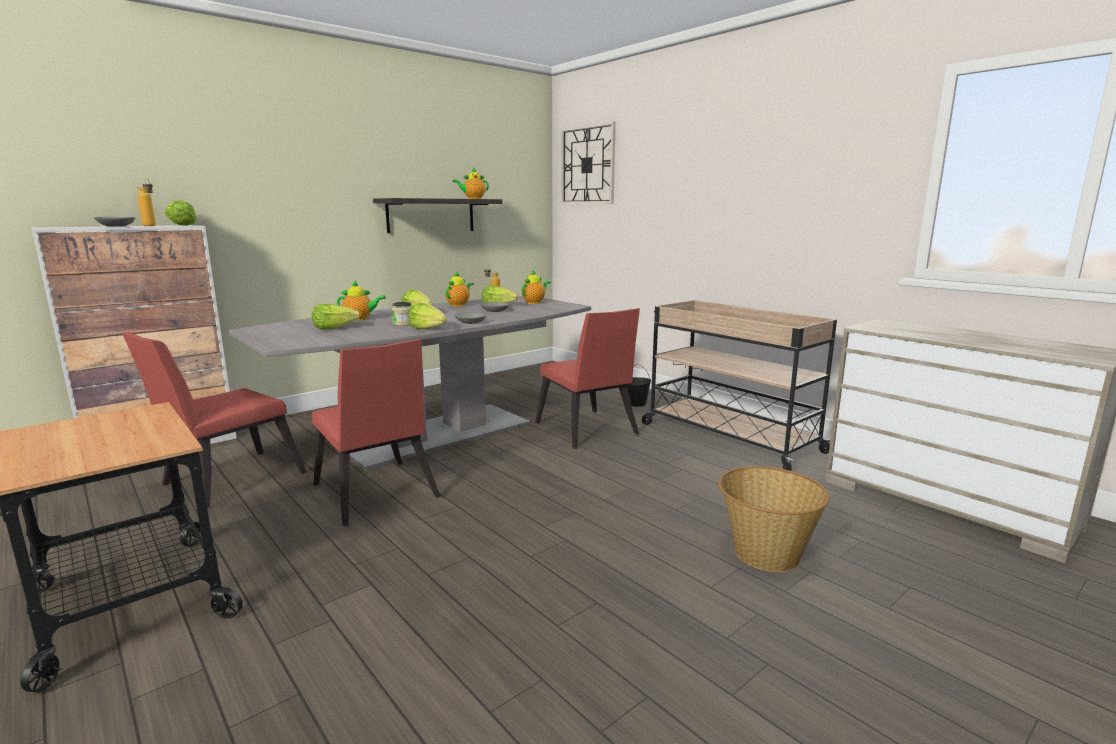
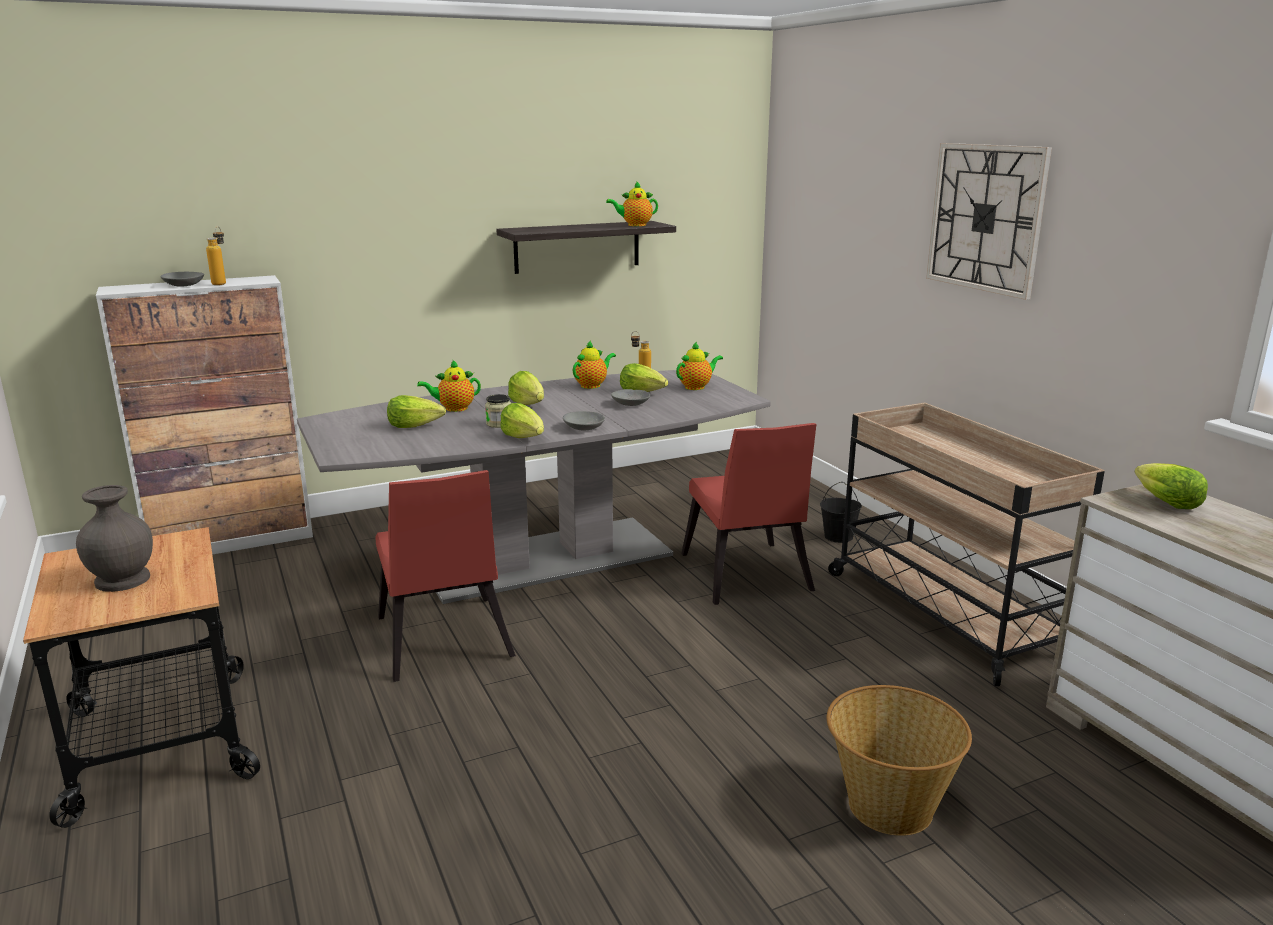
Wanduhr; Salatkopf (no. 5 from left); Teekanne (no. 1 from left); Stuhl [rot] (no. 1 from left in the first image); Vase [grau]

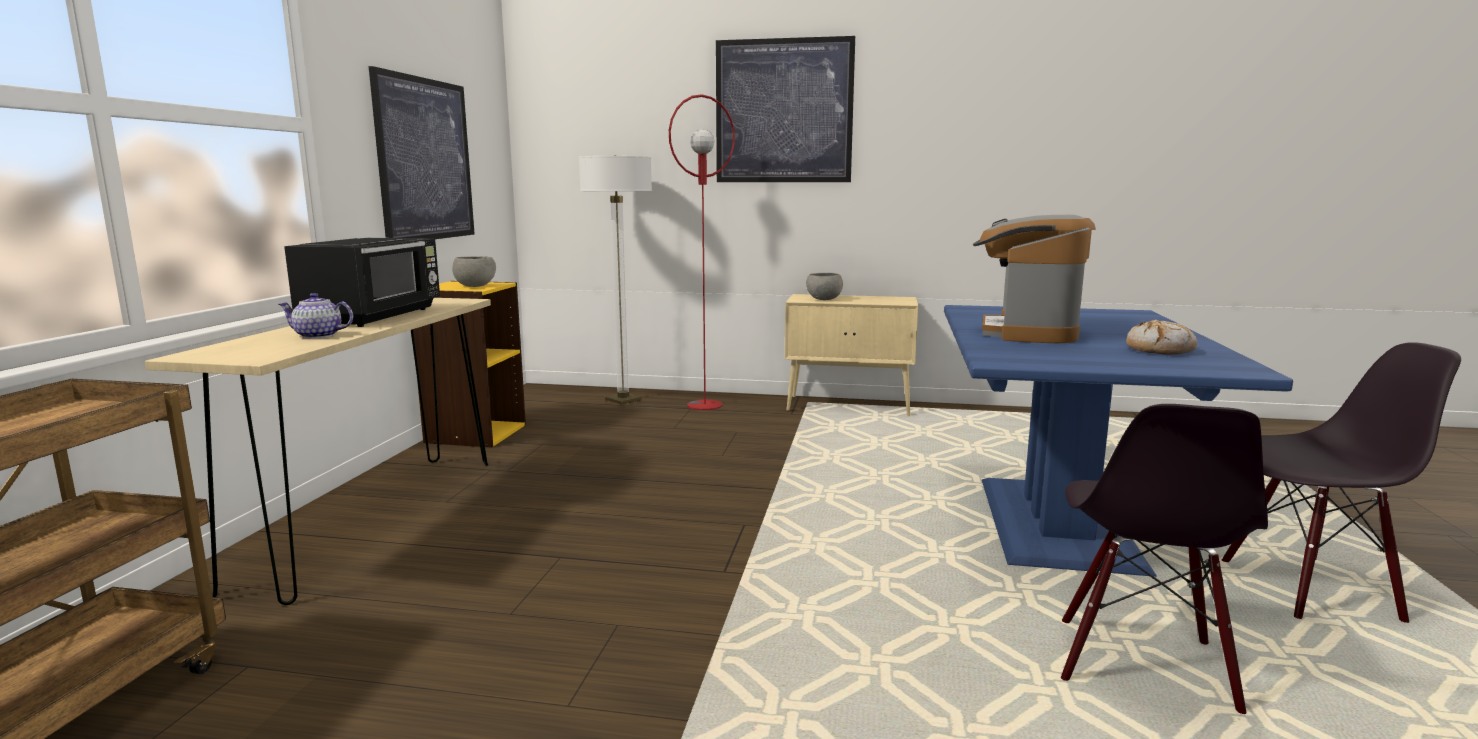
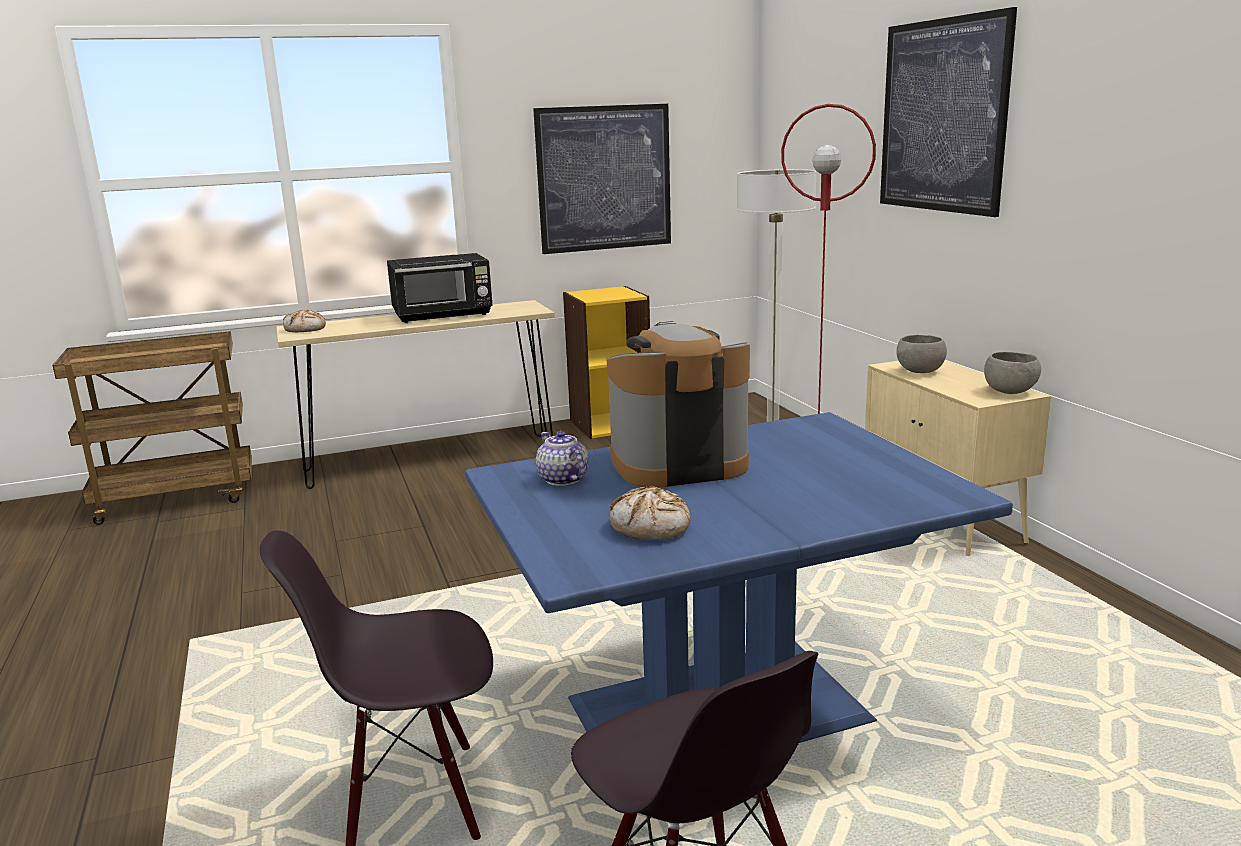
Schüssel [grau] (no. 2 from left); Teekanne; Brot (no. 1 from left)

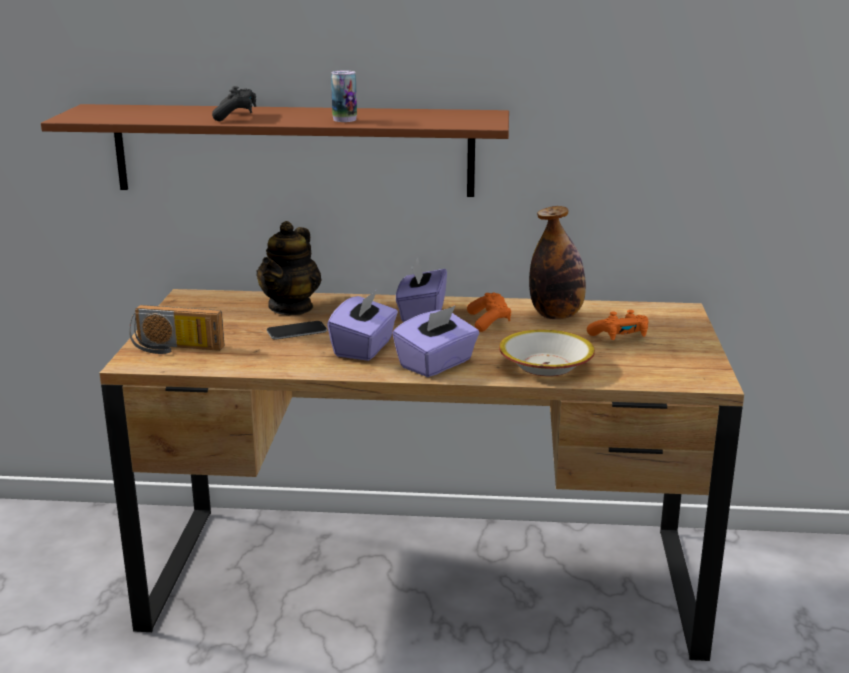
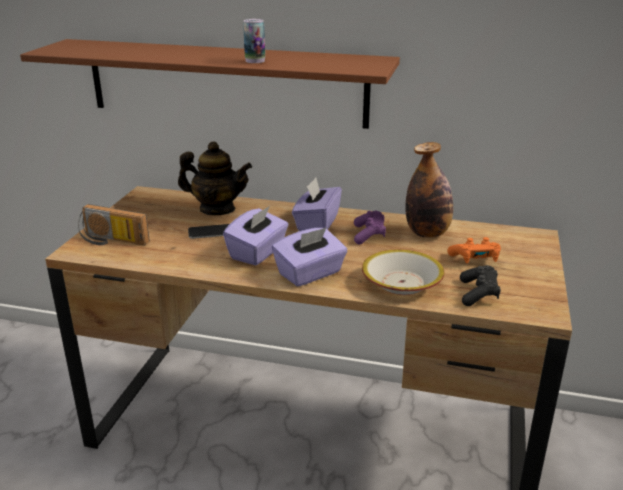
Gamepad [schwarz]; Teekanne; Gamepad [lila]

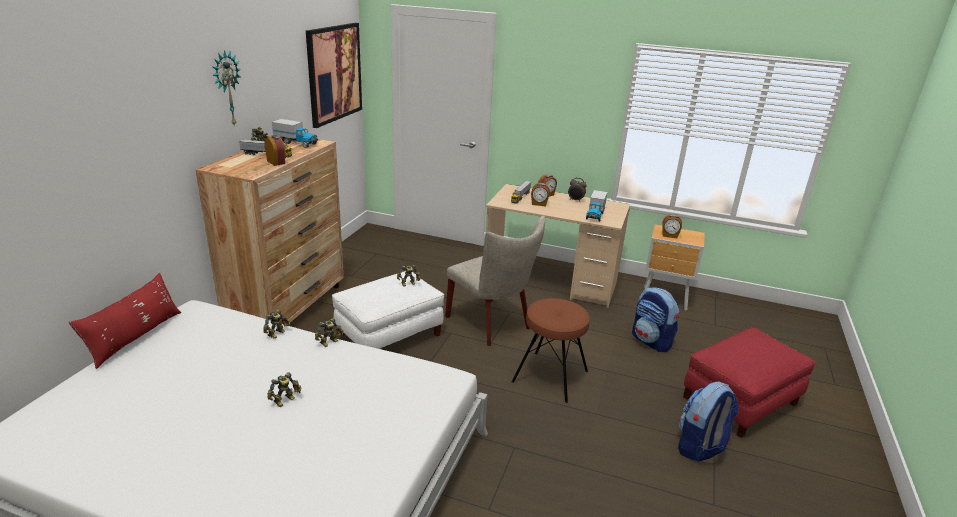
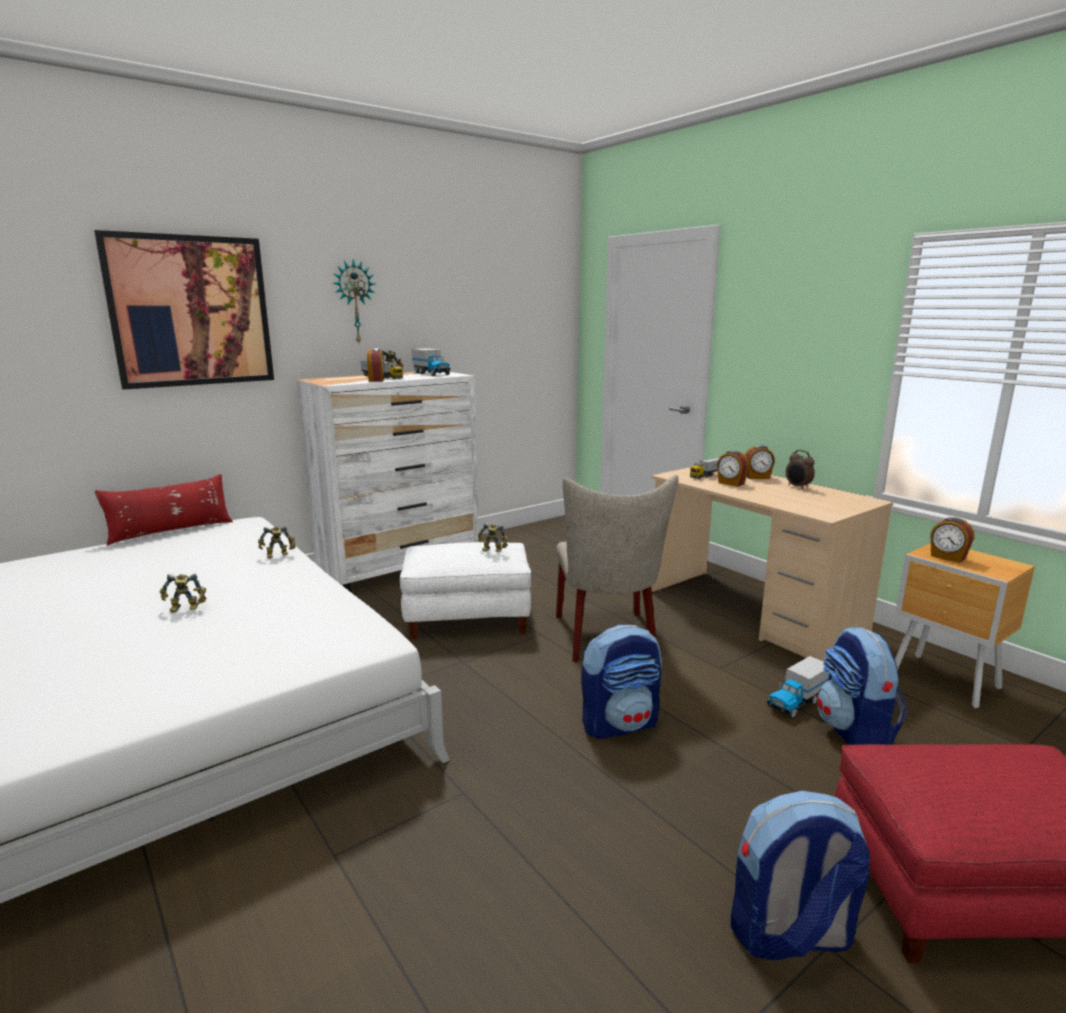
Bild; Kommode [weiß]; Spielzeuglaster (no. 4 from left); Rucksack (no. 1 from left); Spielzeugroboter (no. 4 from left in the first image)

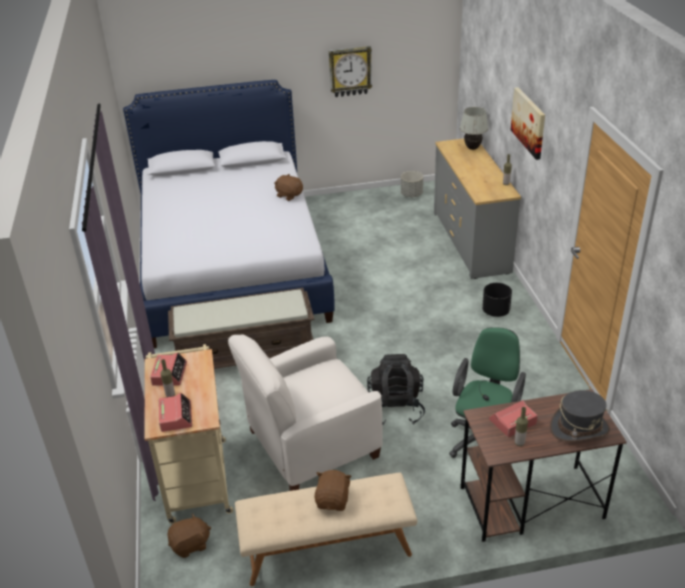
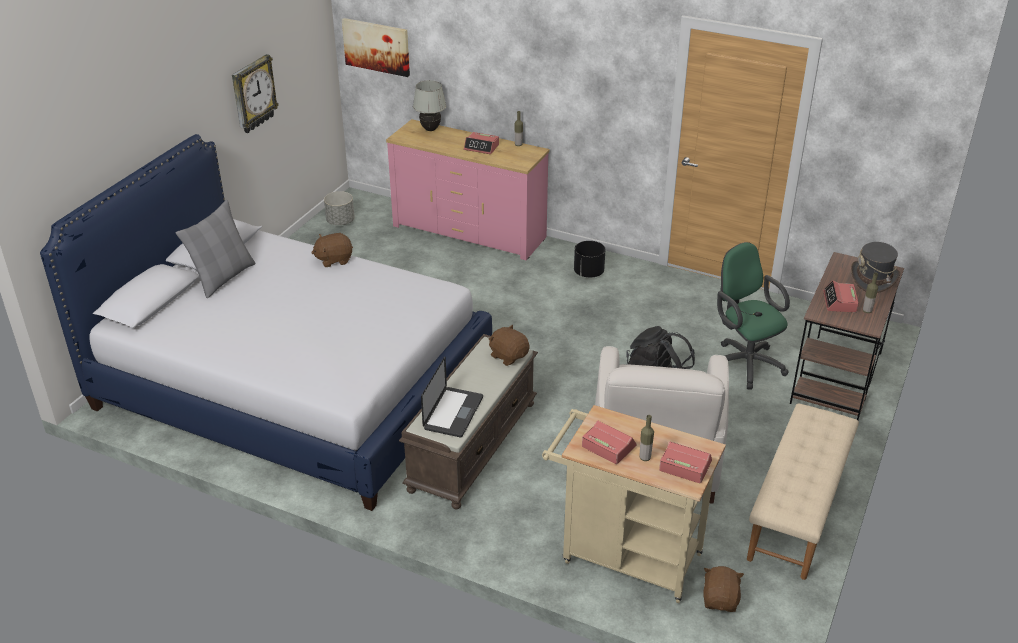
Bild; Kommode [rosa]; Plüschtier [braun] (no. 2 from left); Wecker (no. 1 from left); Kissen [grau]; Laptop

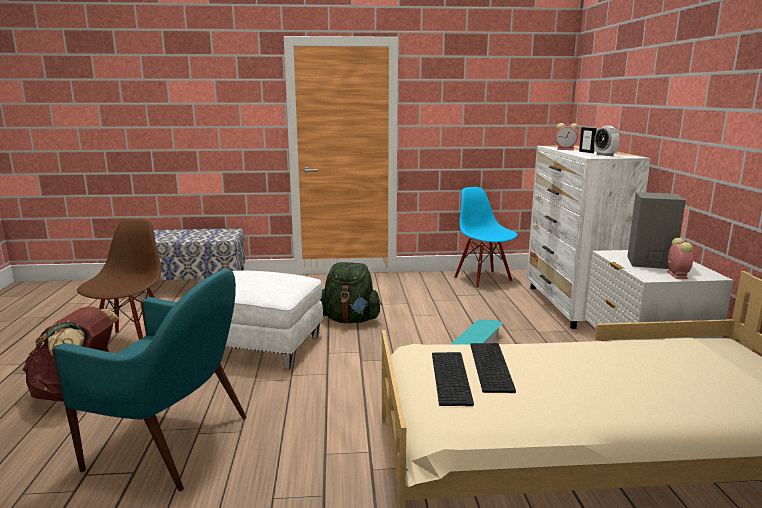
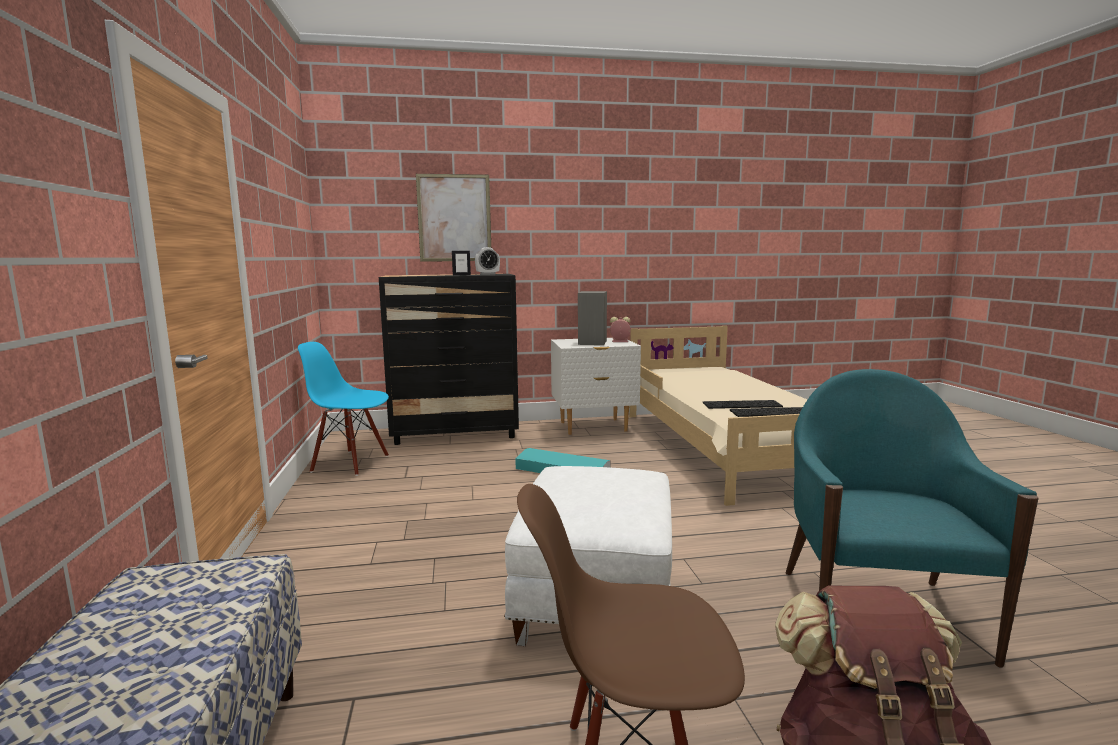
Wecker (no. 1 from left in the first image); Kommode [schwarz]; Stuhl [blau]; Rucksack [grün]; Bild

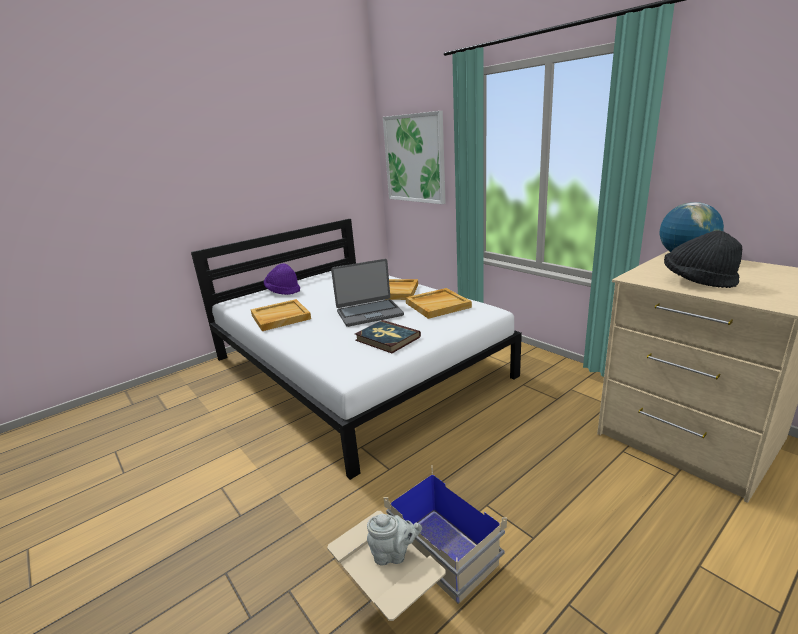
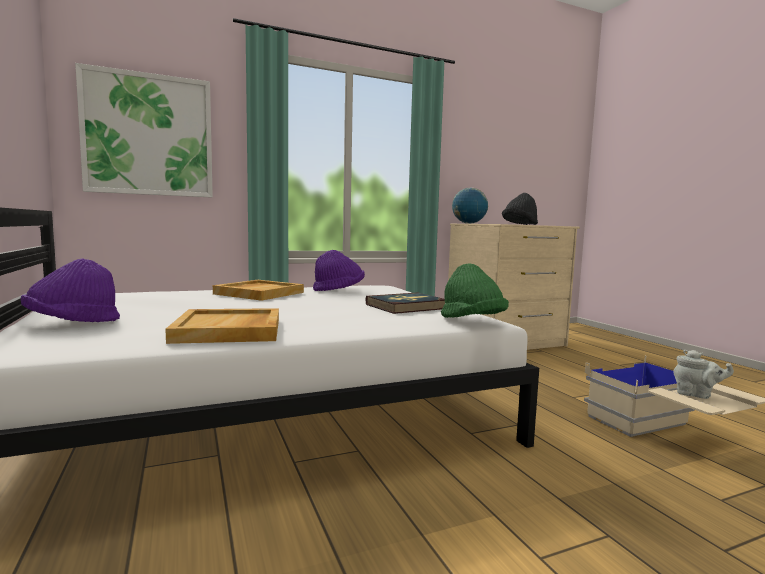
Laptop; Hut [lila] (no. 2 from left); Teekanne [grau]; Hut [grün]

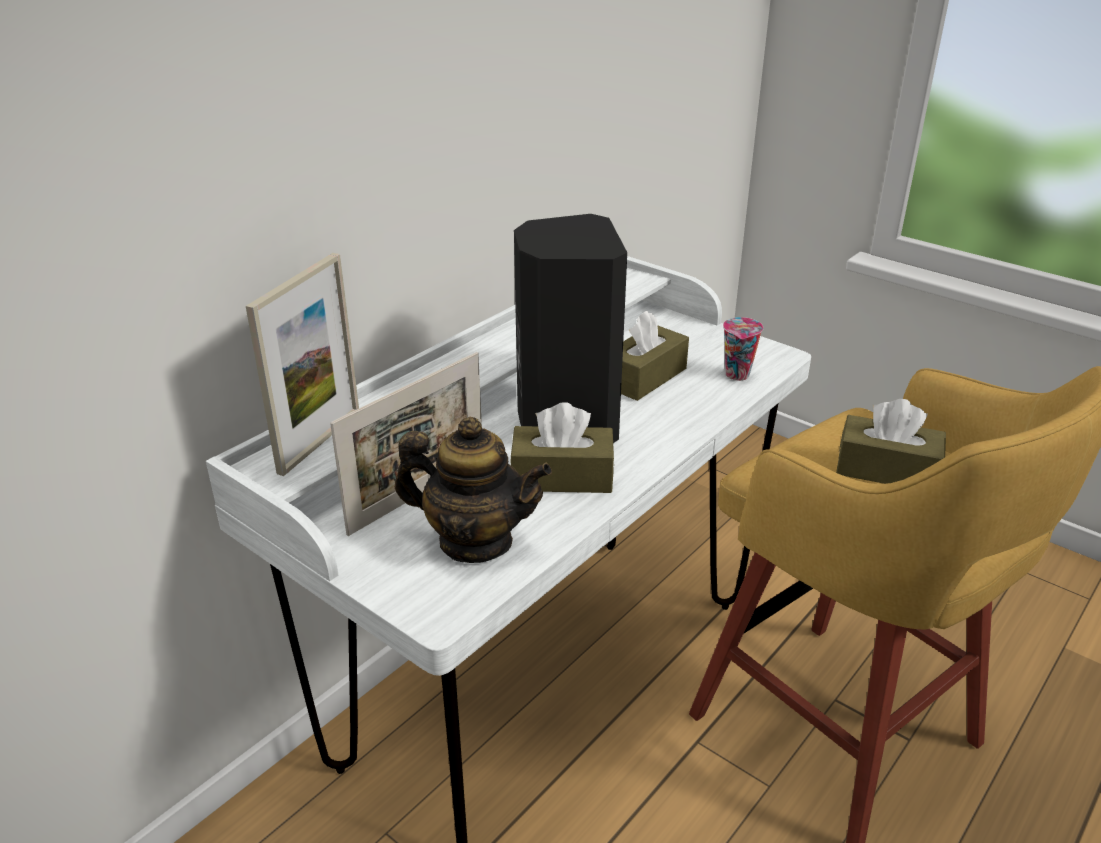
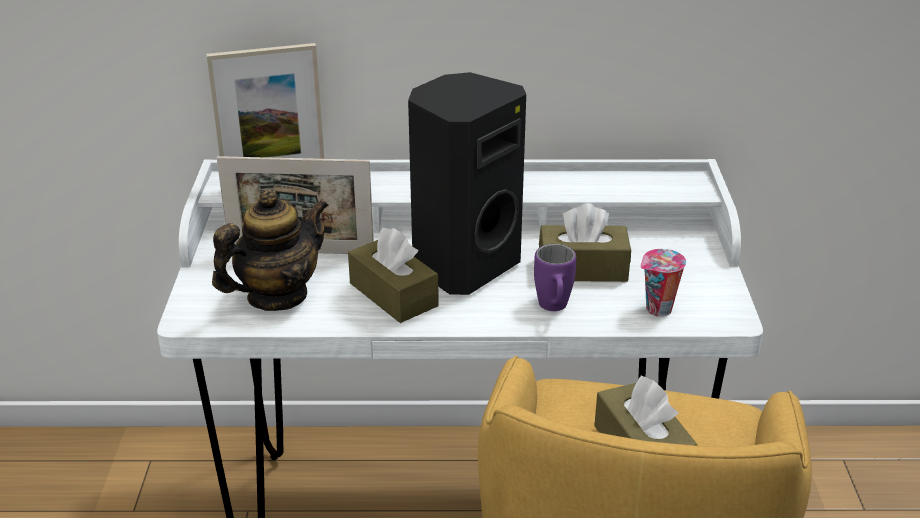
Teekanne; Henkelbecher [lila]

